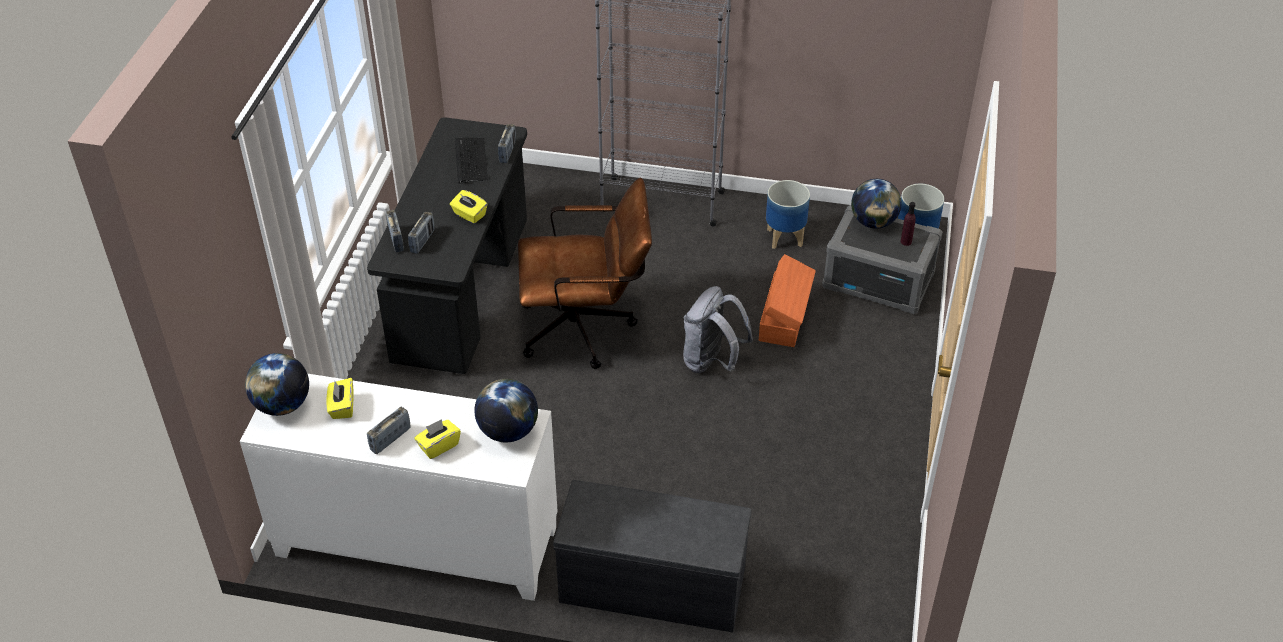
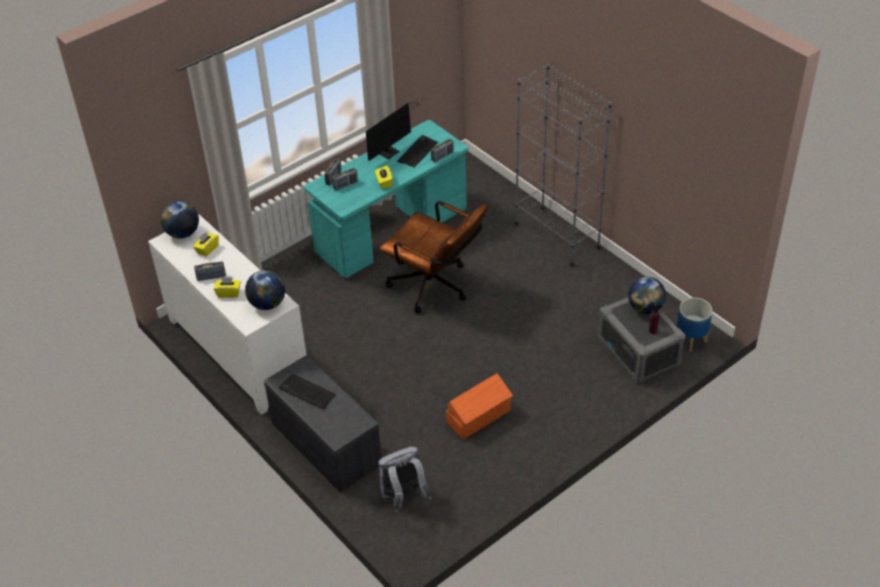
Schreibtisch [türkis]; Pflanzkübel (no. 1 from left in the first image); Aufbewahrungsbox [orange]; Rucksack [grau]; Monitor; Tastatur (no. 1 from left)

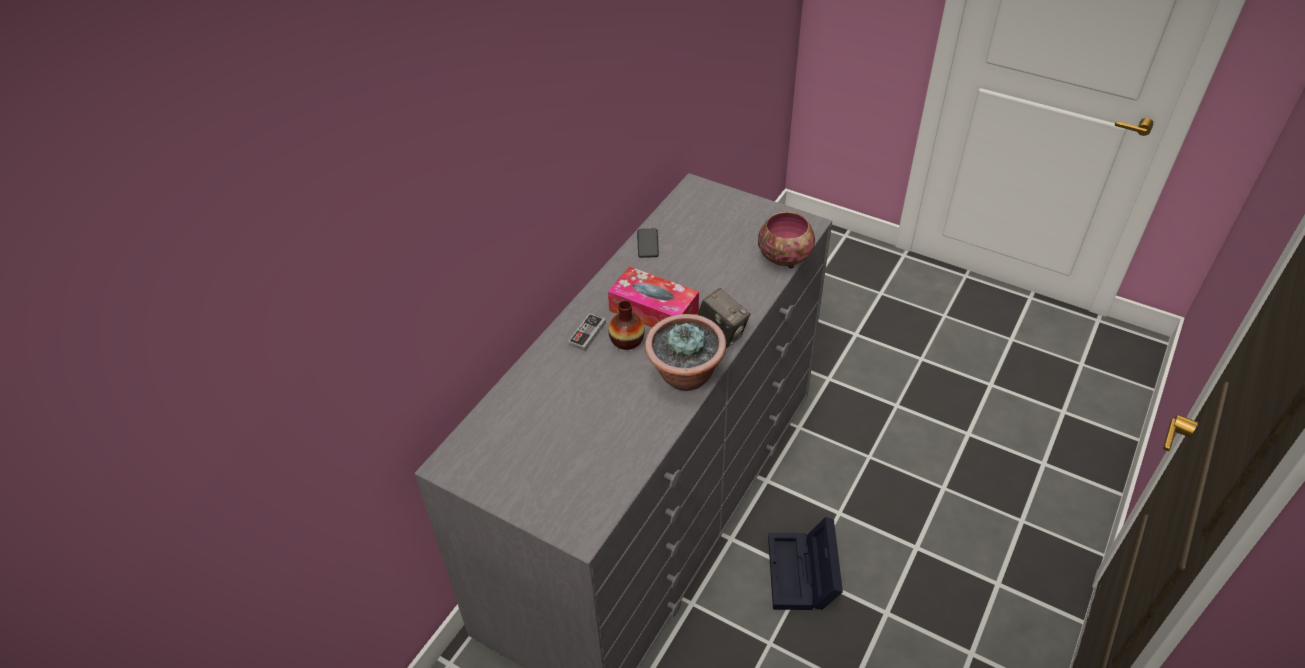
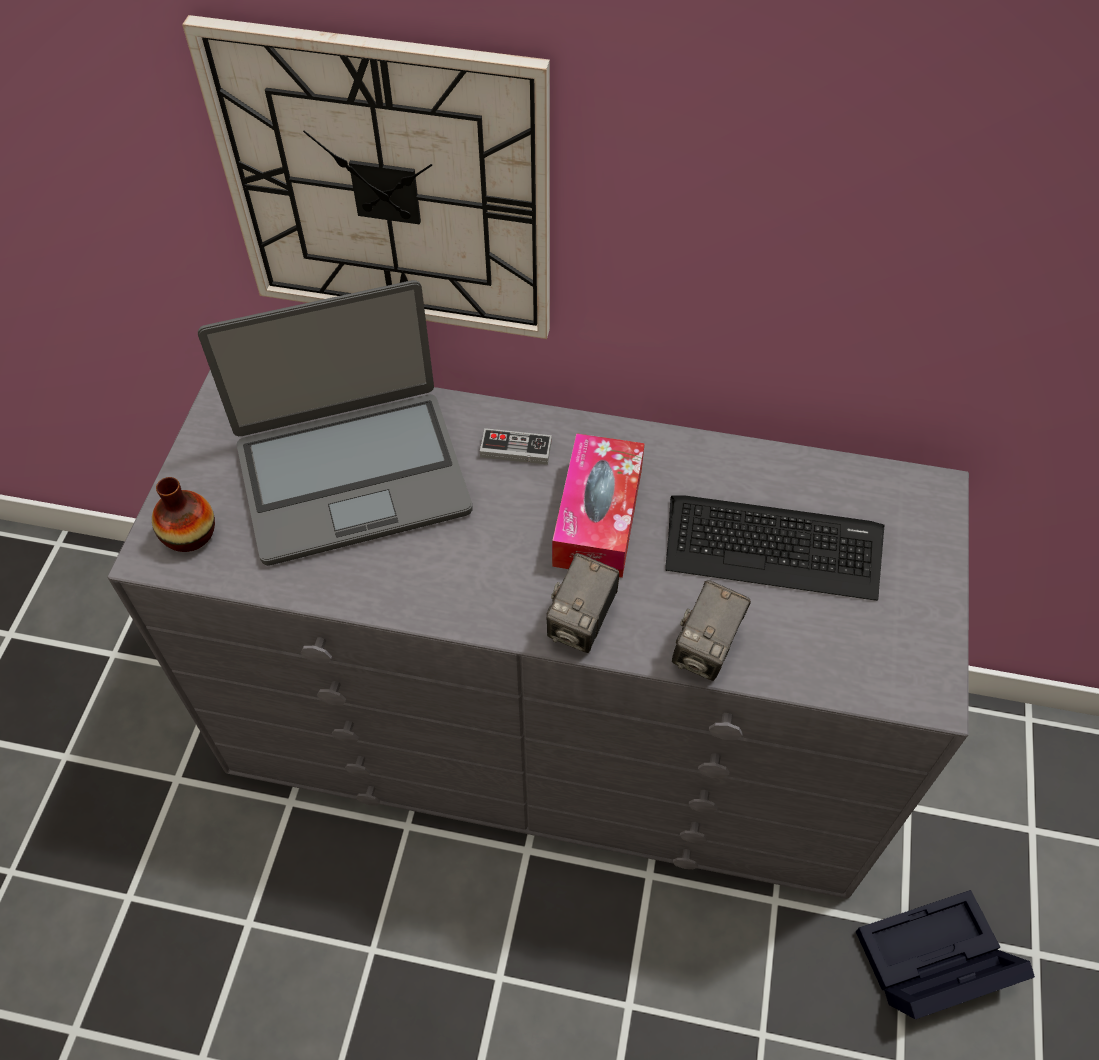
Schüssel; Handy; Vase; Topfpflanze; Aufbewahrungsbox [schwarz]; Wanduhr; Laptop; Tastatur; Kamera (no. 2 from left)

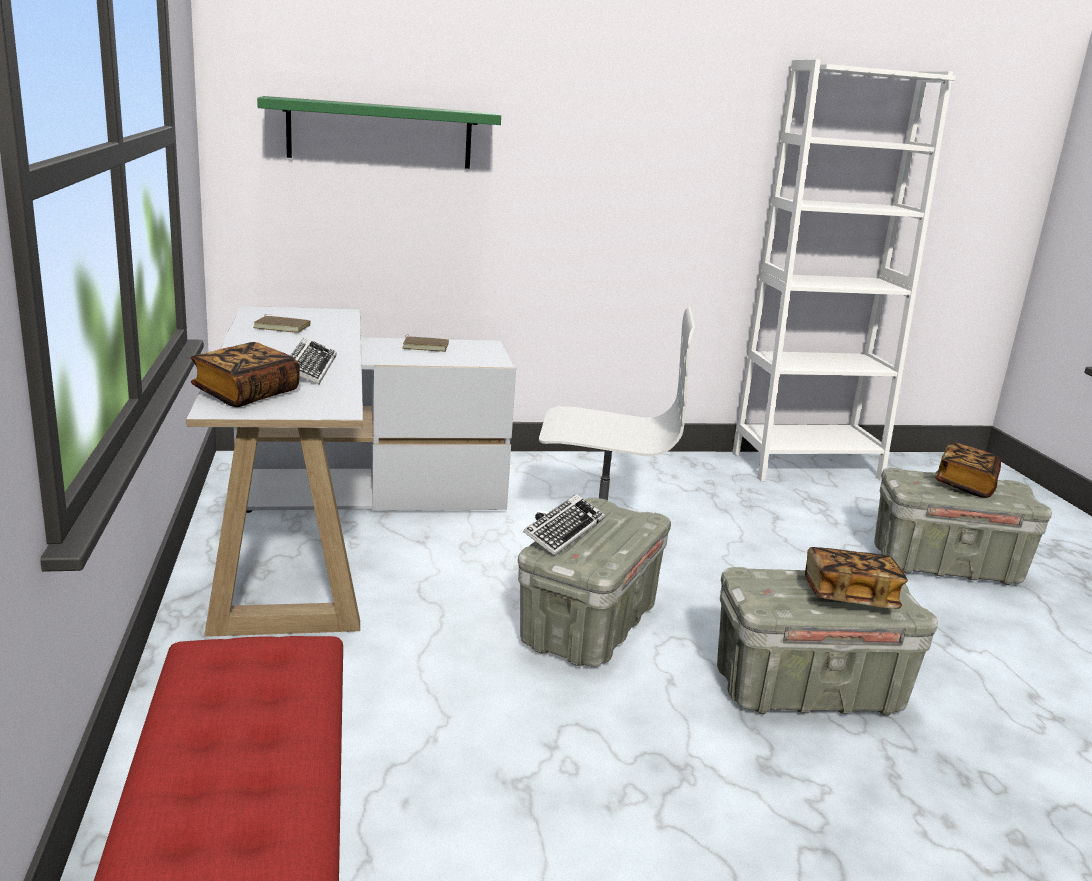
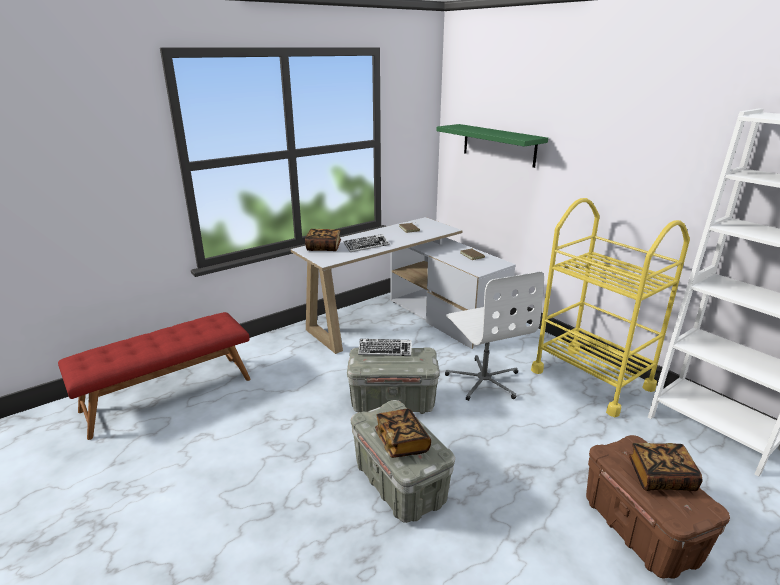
Aufbewahrungsbox [braun]; Rollwagen [gelb]

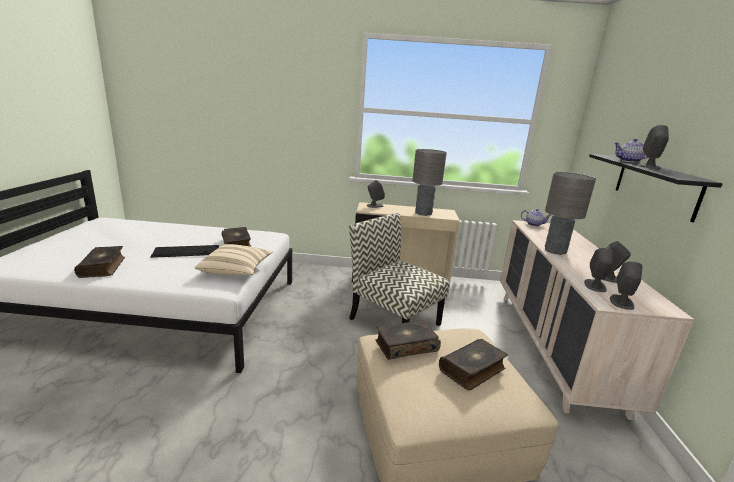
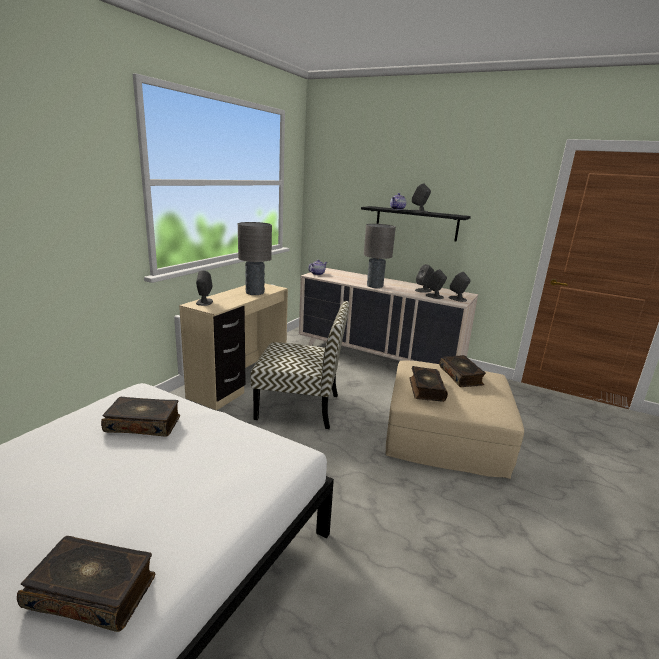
Stuhl; Kissen [beige]; Tastatur

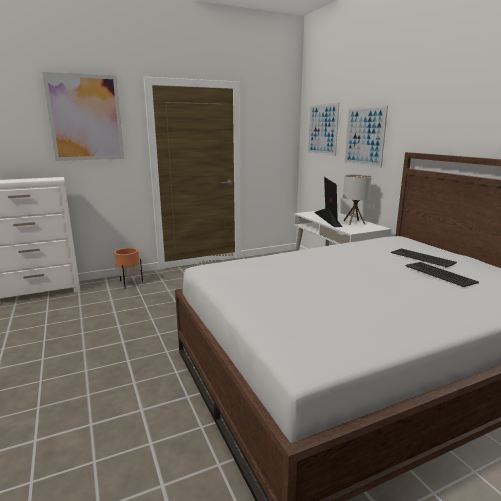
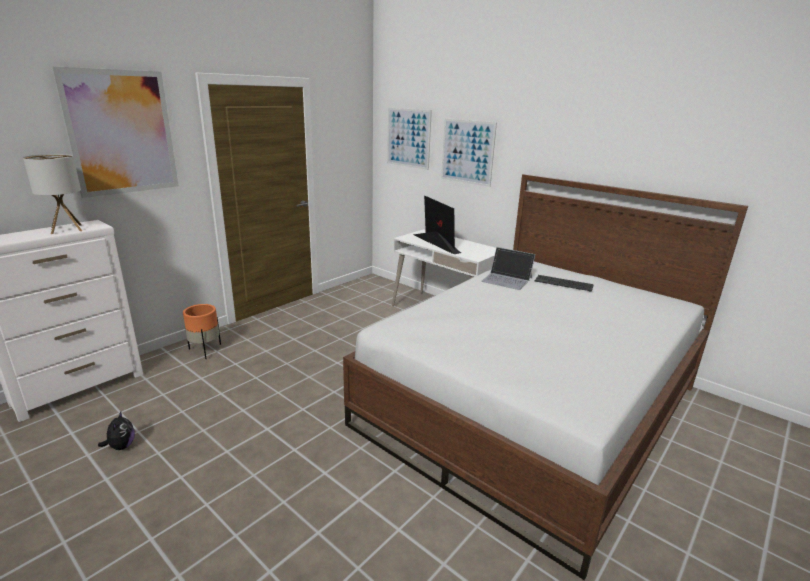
Tischlampe; Tastatur (no. 2 from left in the first image); Laptop; Plüschtier

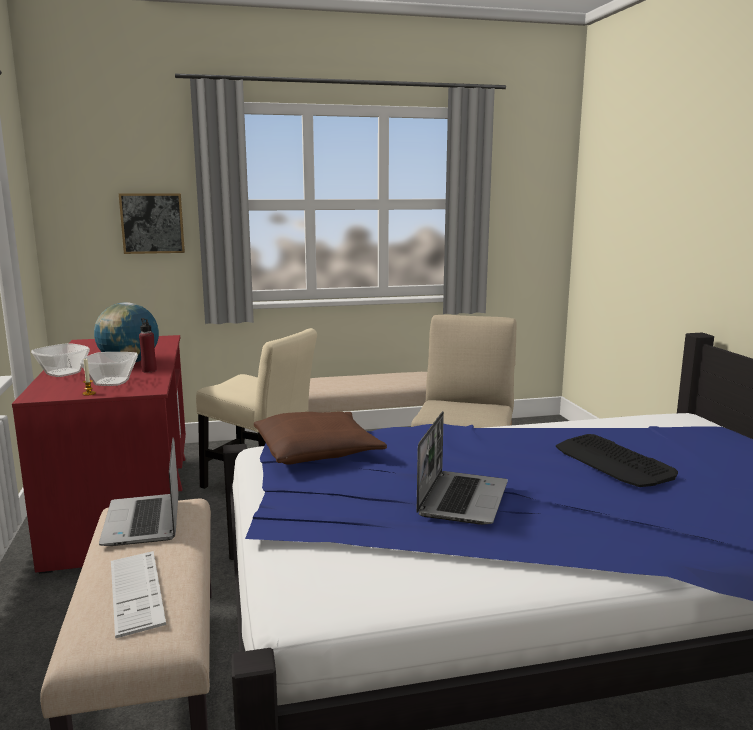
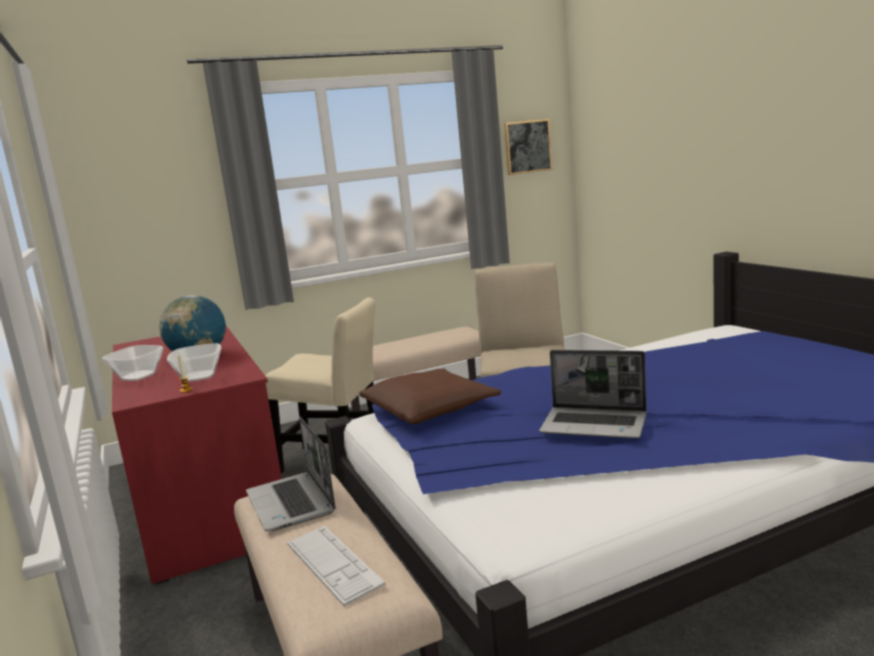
Bild; Flasche [rot]; Laptop (no. 2 from left); Tastatur (no. 2 from left in the first image)

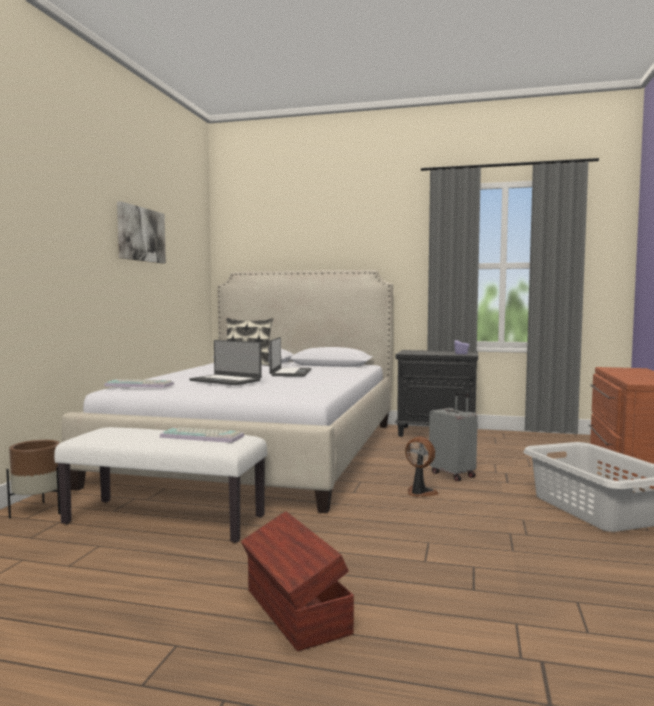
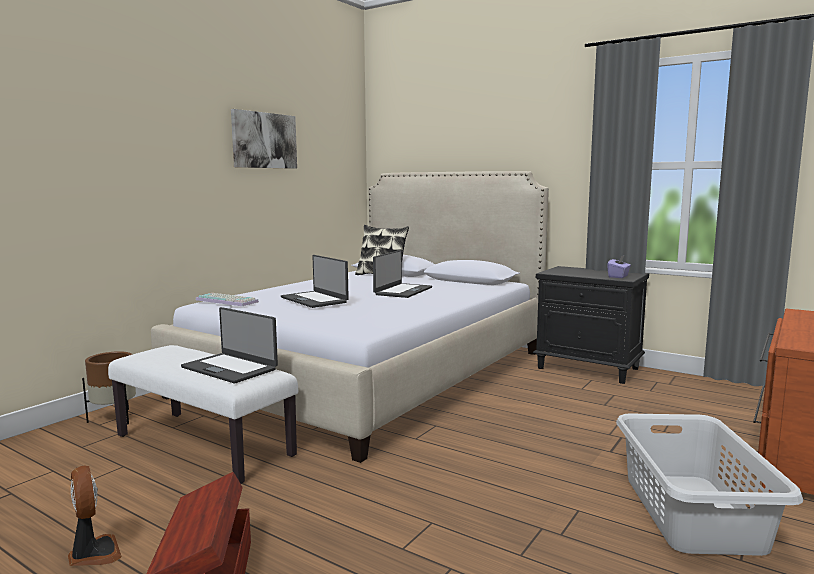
Koffer [grau]; Laptop (no. 1 from left); Ventilator

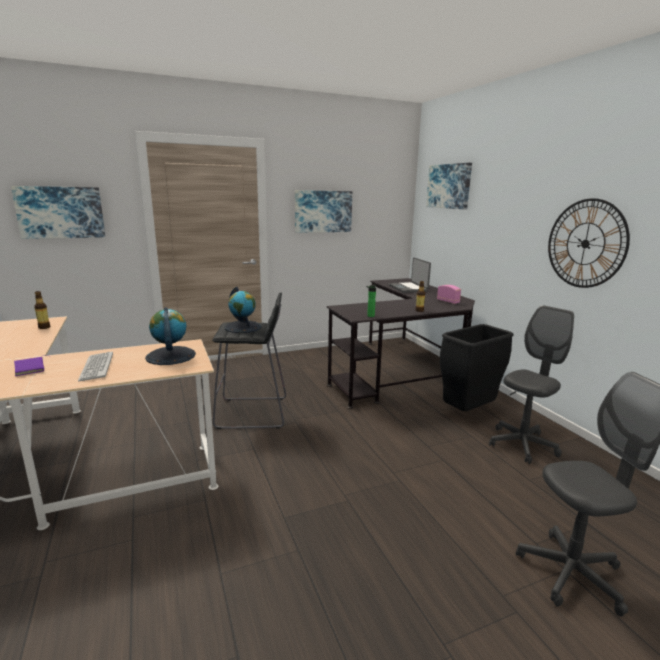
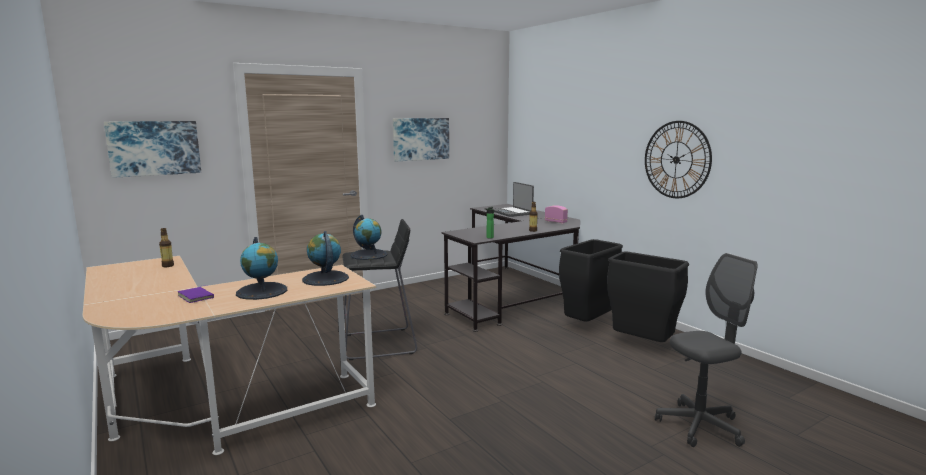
Bild (no. 3 from left in the first image); Mülleimer [schwarz] (no. 2 from left); Globus (no. 1 from left)

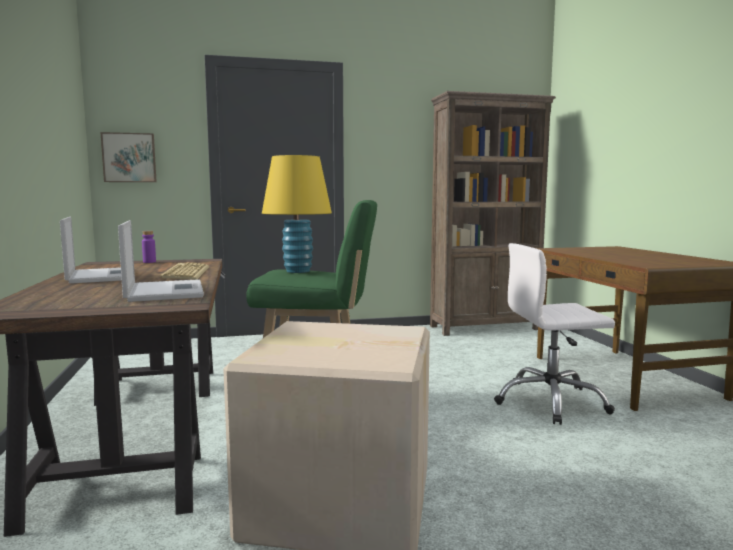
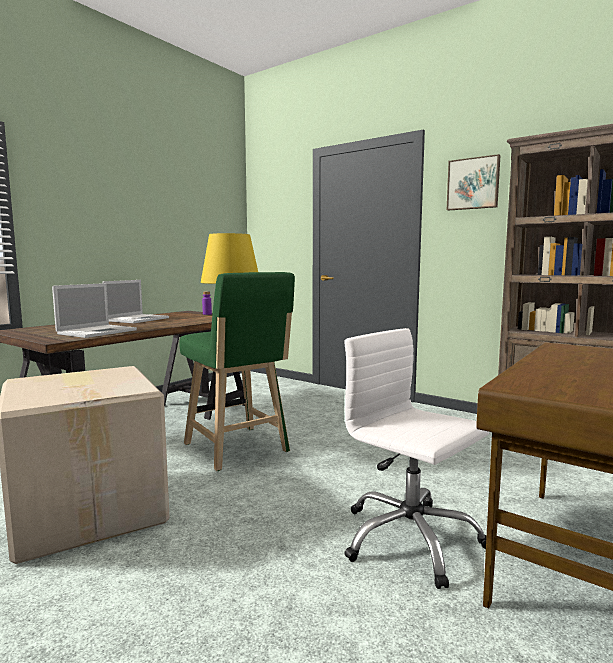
Bild; Tastatur

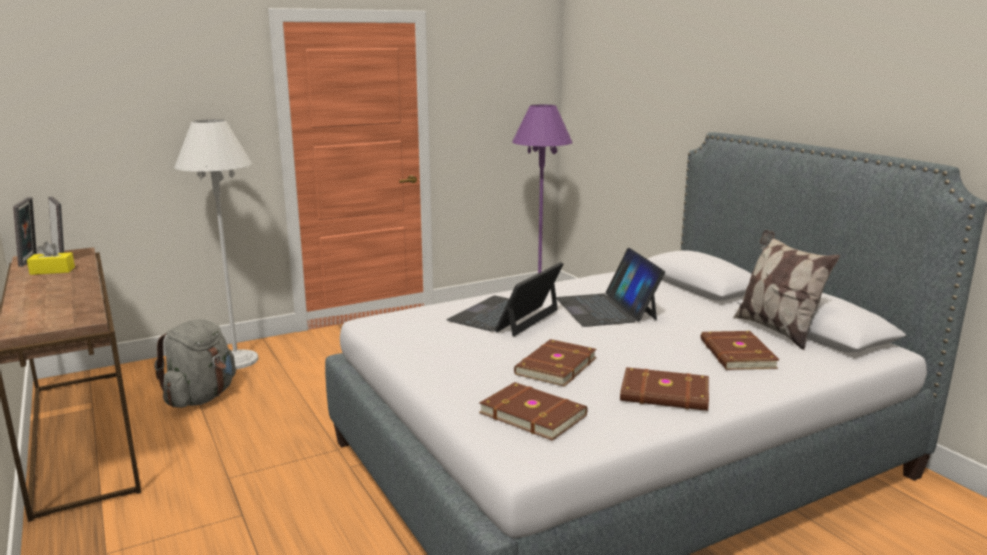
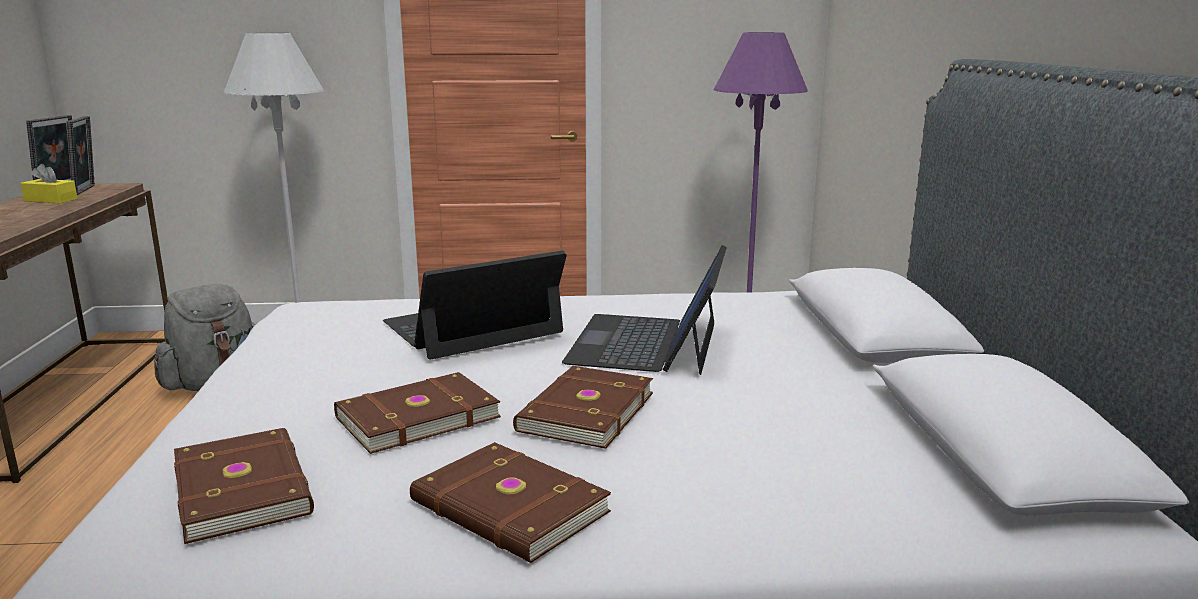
Kissen; Buch [braun] (no. 4 from left)

